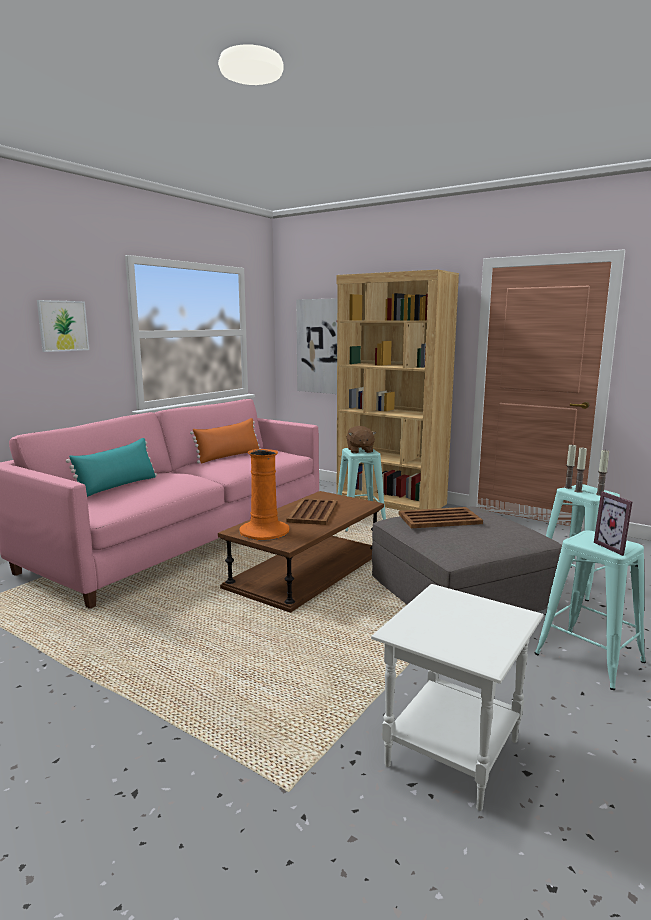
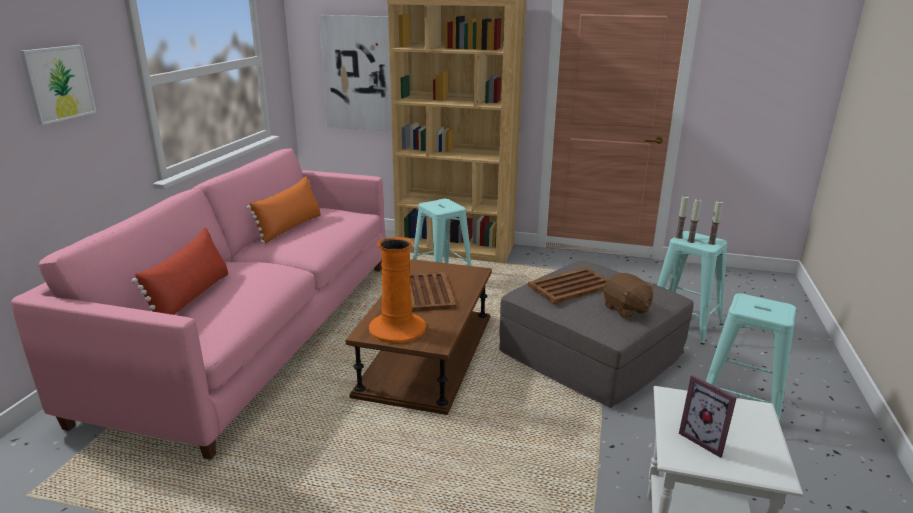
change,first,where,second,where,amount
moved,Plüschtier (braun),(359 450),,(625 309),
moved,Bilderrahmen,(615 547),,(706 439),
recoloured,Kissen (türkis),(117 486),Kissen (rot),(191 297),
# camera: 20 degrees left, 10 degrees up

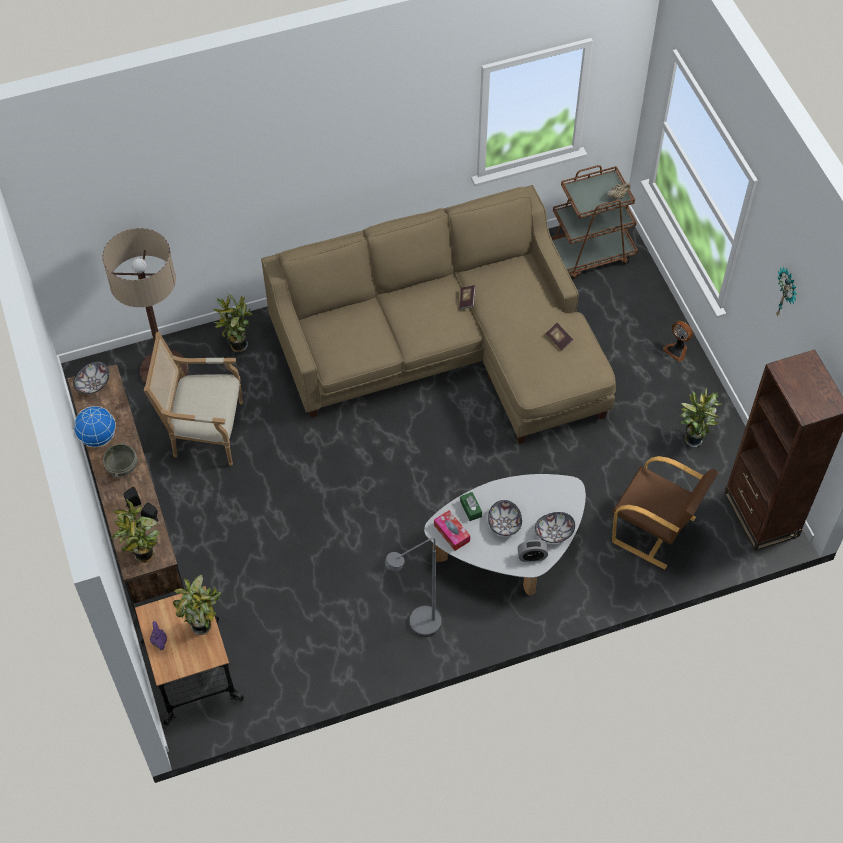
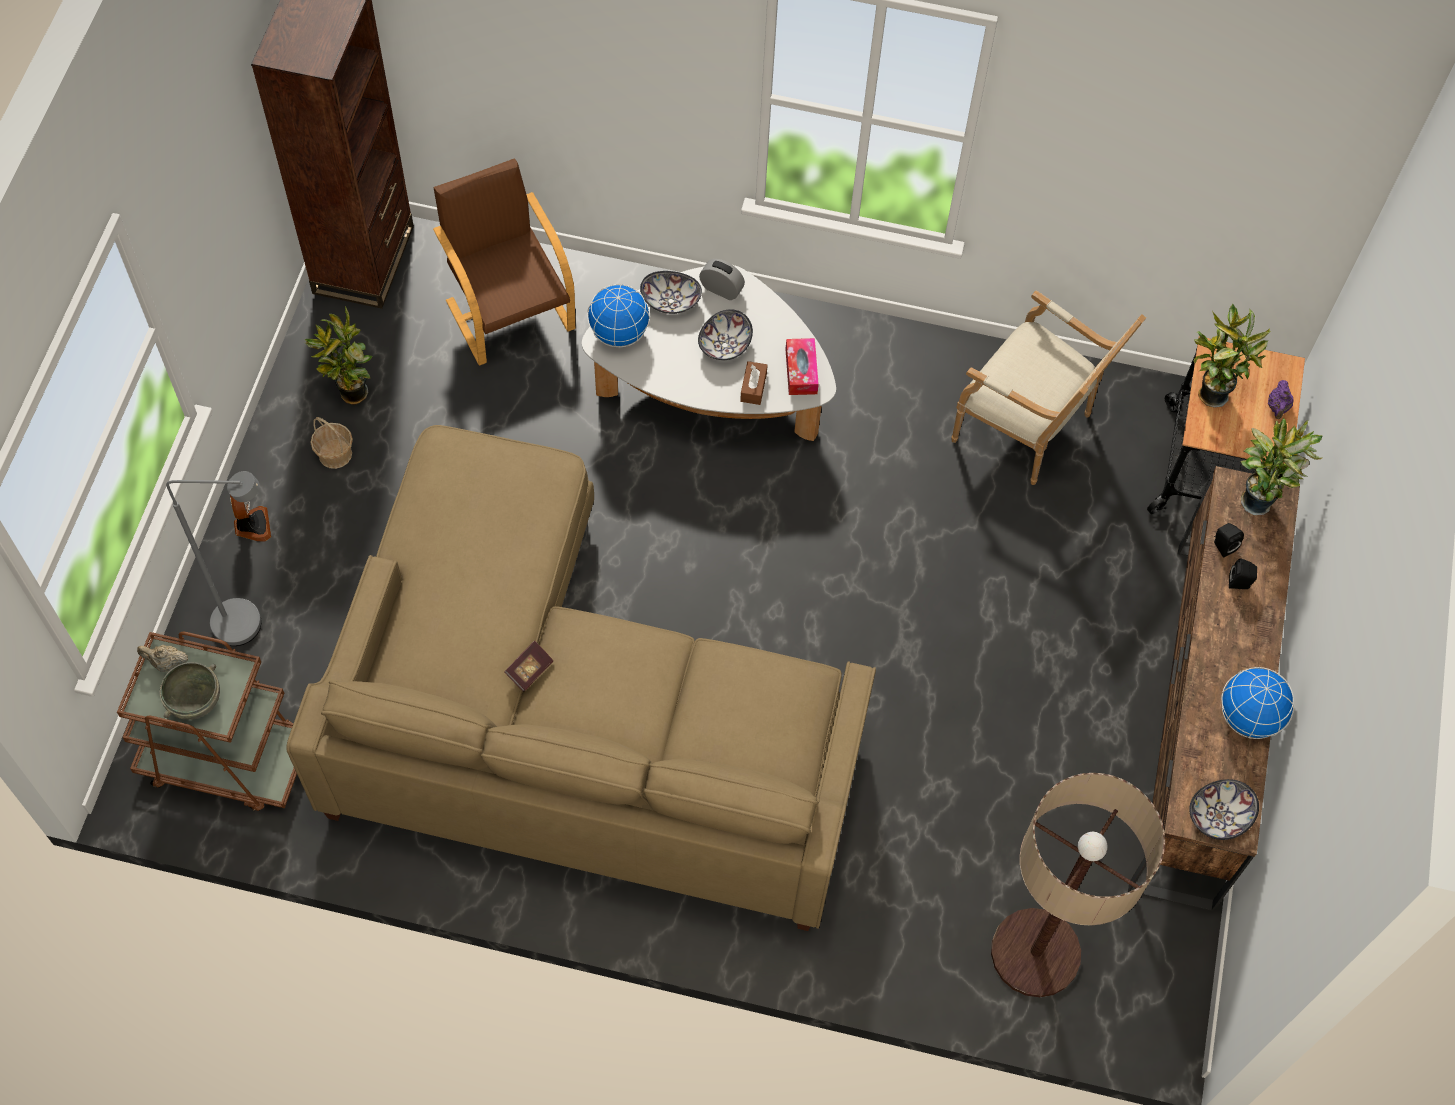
change,first,where,second,where,amount
removed,Topfpflanze,(237 345),,,
removed,Buch,(559 340),,,
removed,Wanduhr,(786 294),,,
added,,,Korb,(335 454),
added,,,Globus,(619 333),
moved,Schüssel (grau),(122 467),,(194 699),
moved,Sessel,(204 432),,(1029 429),
moved,Stehlampe (grau),(418 627),,(251 622),
recoloured,Taschentuchbox (grün),(471 509),Taschentuchbox (braun),(753 387),
# camera: 150 degrees left, 5 degrees up

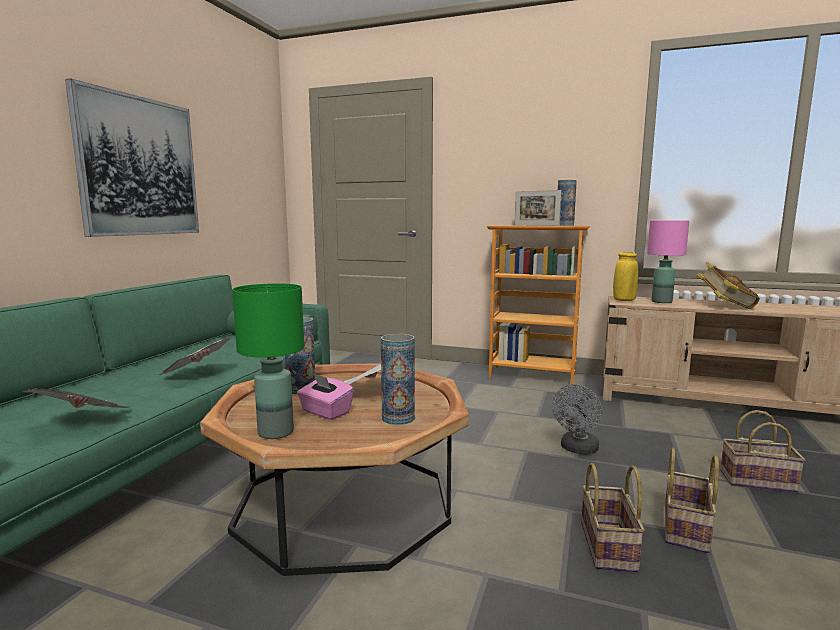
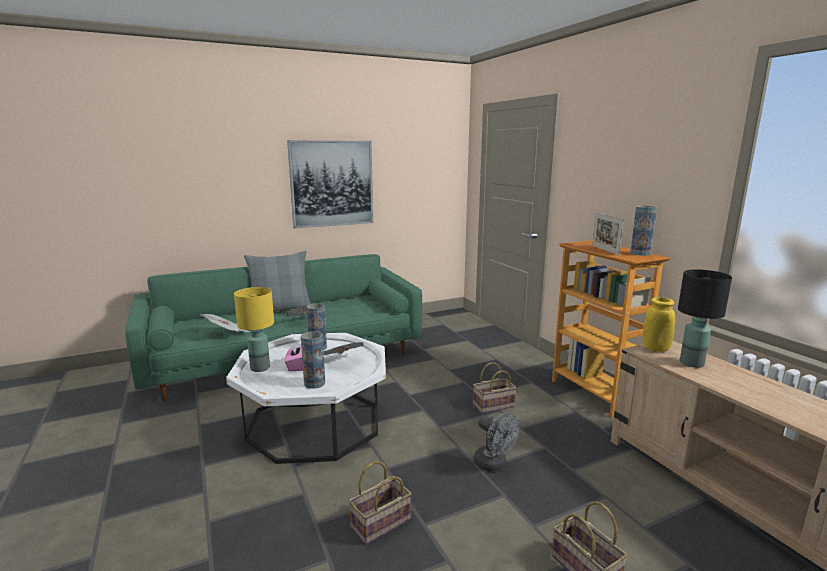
change,first,where,second,where,amount
removed,Buch,(724 306),,,
added,,,Kissen (grau),(281 309),
moved,Korb,(687 530),,(493 406),
recoloured,Couchtisch (braun),(344 503),Couchtisch (weiß),(315 423),
recoloured,Tischlampe (grün),(275 432),Tischlampe (gelb),(260 368),
recoloured,Tischlampe (rosa),(661 302),Tischlampe (schwarz),(691 363),
turned,Ventilator (grau),(577 449),,(494 465),120 degrees counterclockwise
# camera: 45 degrees right, 5 degrees up

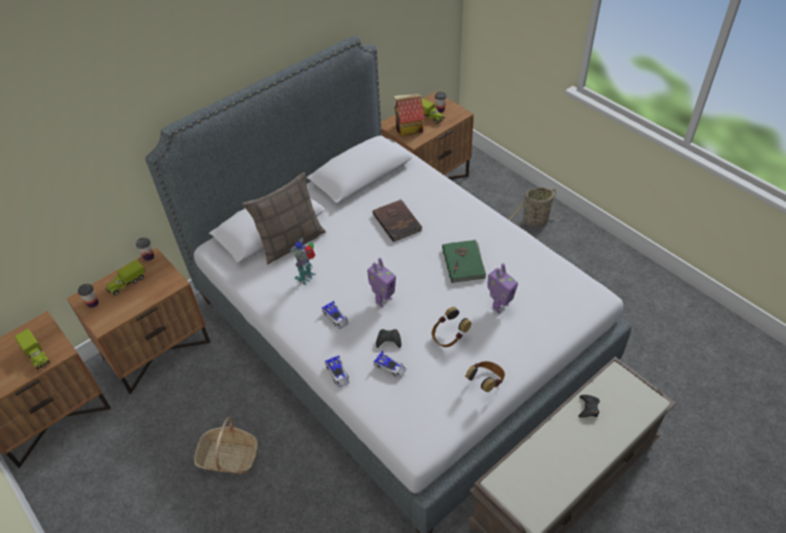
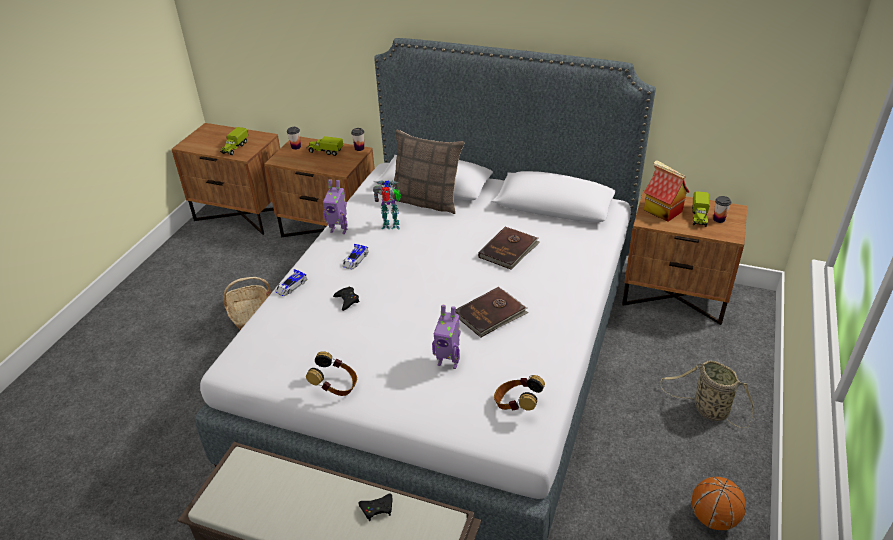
change,first,where,second,where,amount
removed,Spielzeugauto,(390 367),,,
added,,,Basketball,(713 518),
moved,Spielzeugroboter,(383 300),,(339 230),
moved,Kopfhörer,(449 336),,(516 405),
recoloured,Buch (grün),(464 262),Buch (braun),(491 314),
# camera: 60 degrees right, 10 degrees down

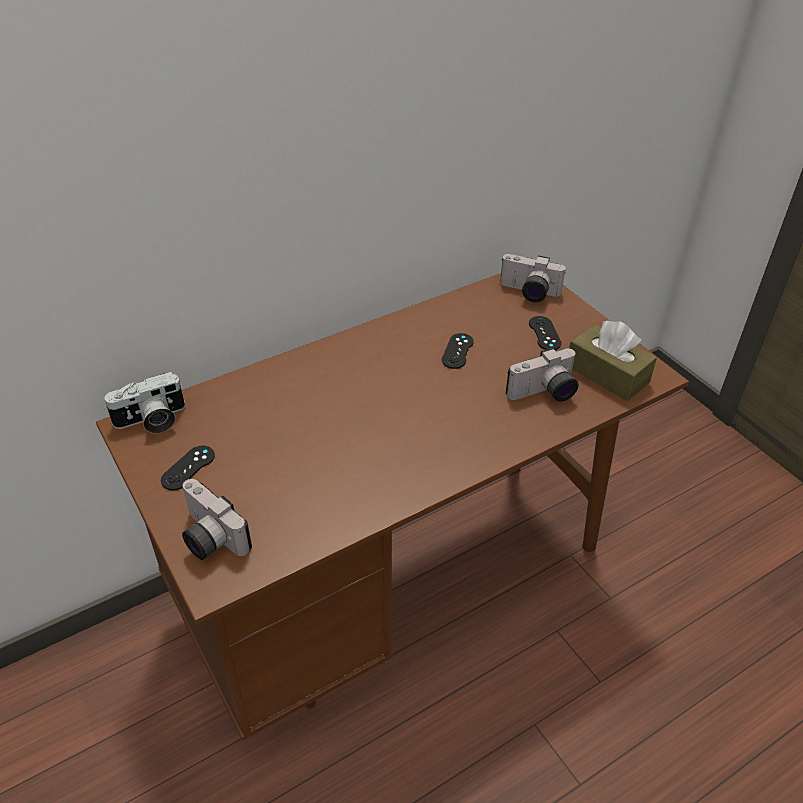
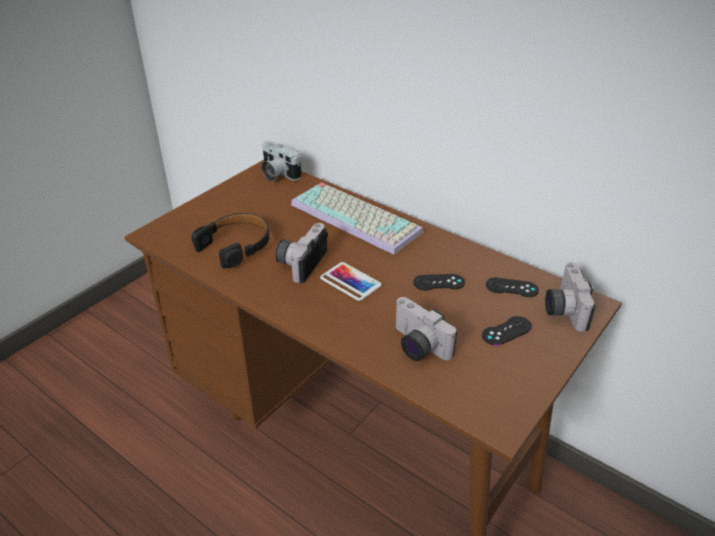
change,first,where,second,where,amount
removed,Taschentuchbox (braun),(607 374),,,
added,,,Kopfhörer (schwarz),(236 245),
added,,,Tastatur,(358 217),
added,,,Handy,(350 281),
moved,Gamepad (schwarz),(188 468),,(512 287),
moved,Kamera,(208 538),,(301 262),
# camera: 70 degrees right, 5 degrees down

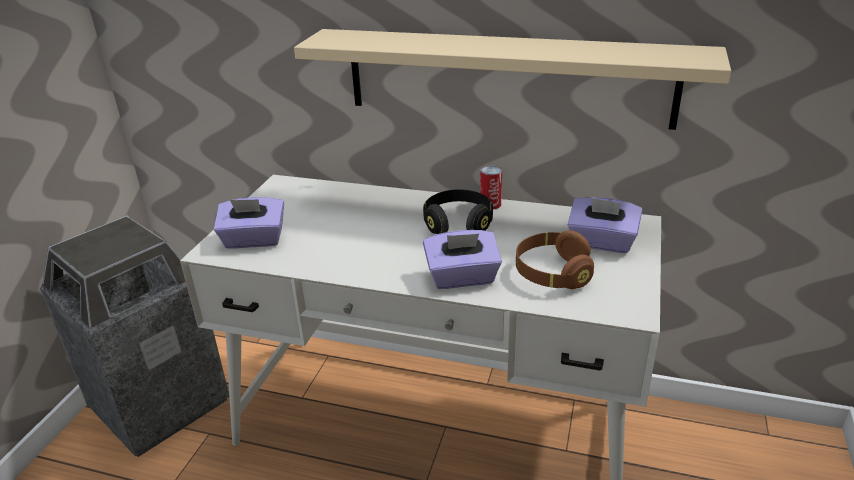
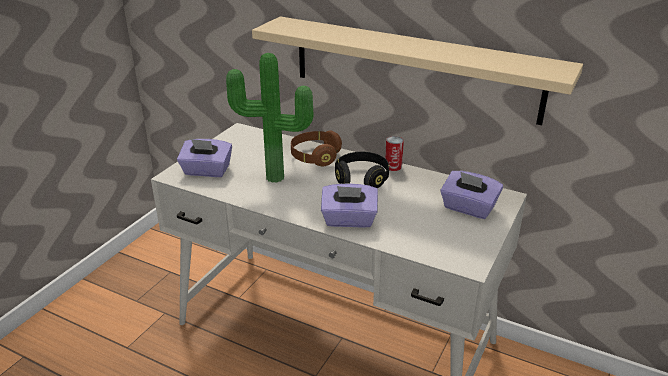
change,first,where,second,where,amount
removed,Mülleimer,(158 403),,,
added,,,Topfpflanze,(275 179),
moved,Kopfhörer (braun),(552 273),,(315 157),
# camera: 10 degrees right, 0 degrees up

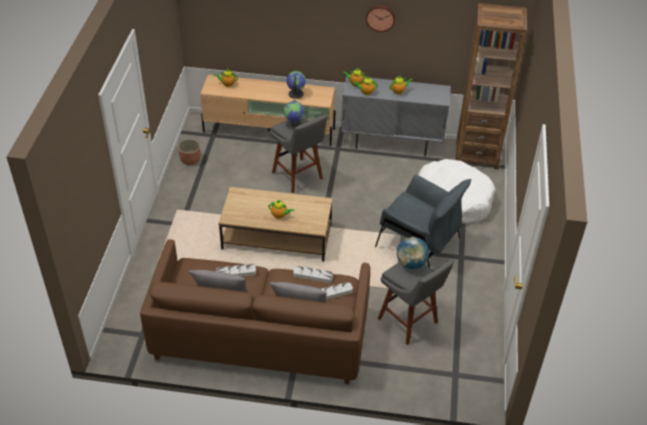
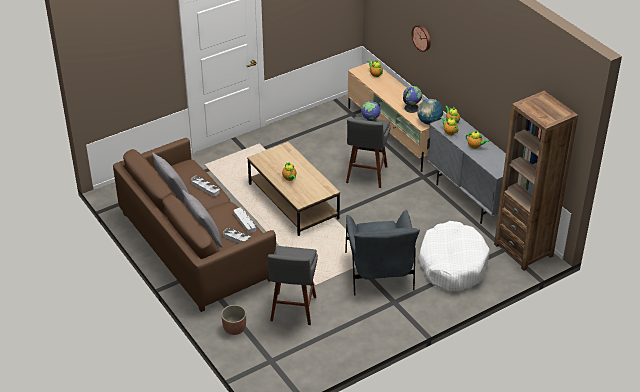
change,first,where,second,where,amount
moved,Pflanzkübel,(190 160),,(234 328),
moved,Wanduhr,(380 17),,(422 37),
moved,Globus,(411 263),,(429 122),
# camera: 50 degrees right, 5 degrees down

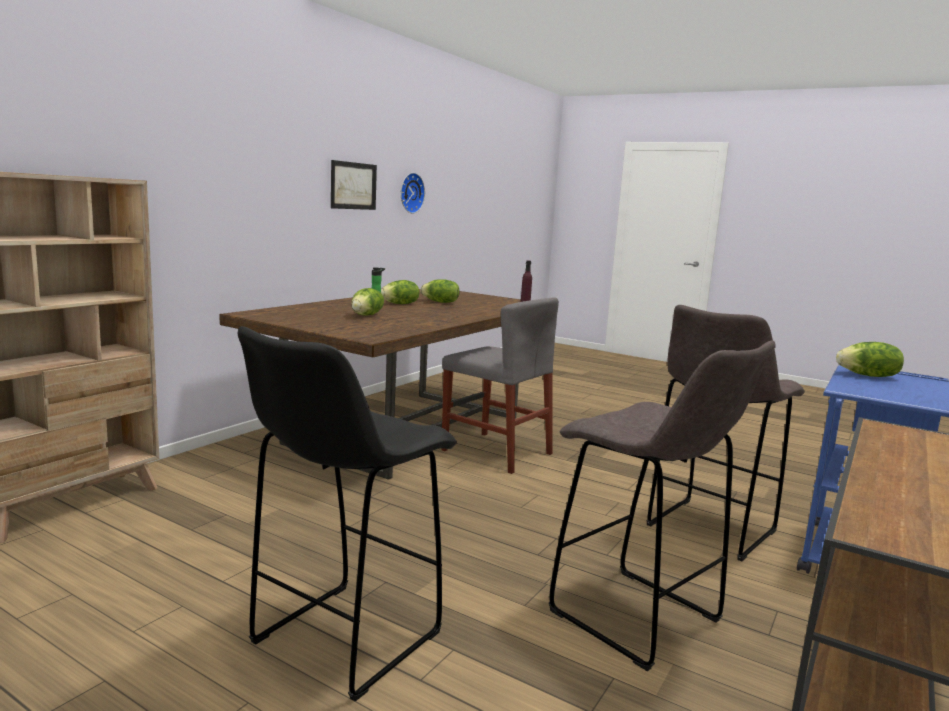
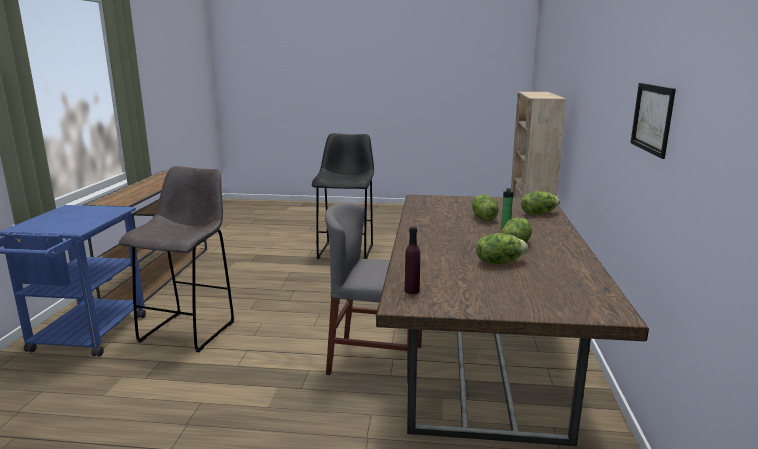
change,first,where,second,where,amount
removed,Wanduhr,(410 193),,,
removed,Hocker (grau),(639 619),,,
moved,Salatkopf,(868 376),,(538 213),
# camera: 155 degrees right, 5 degrees up

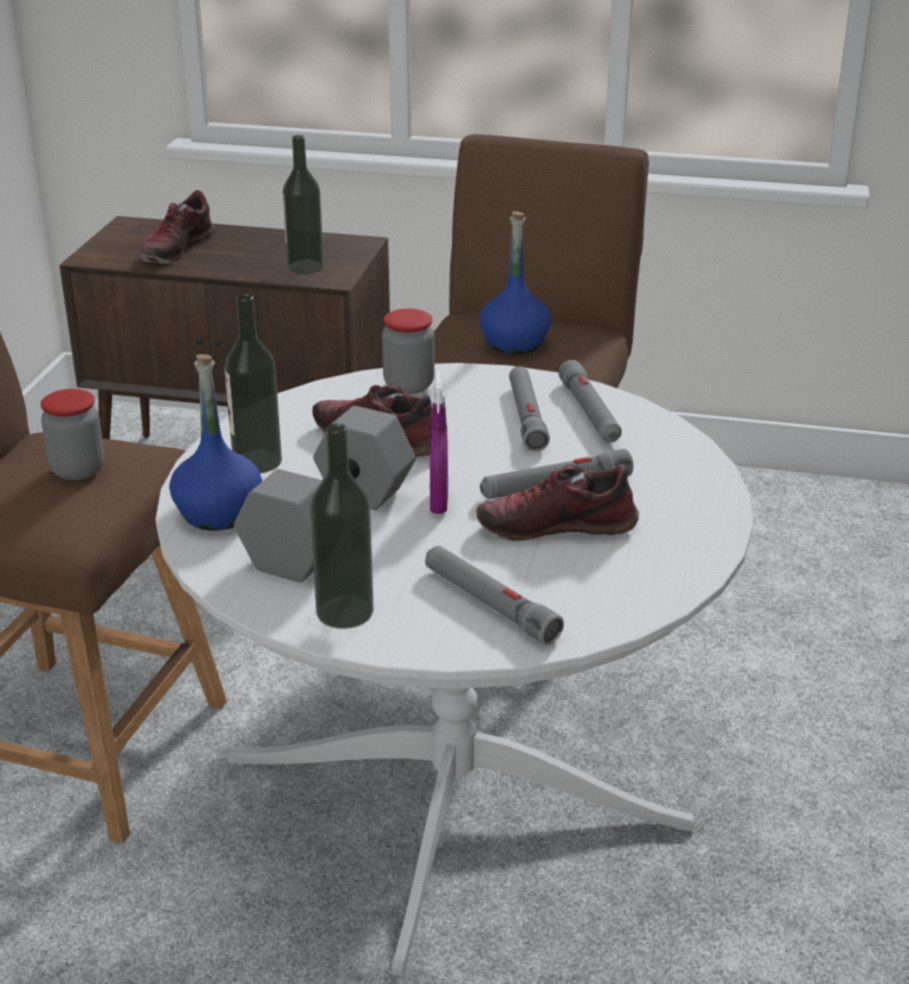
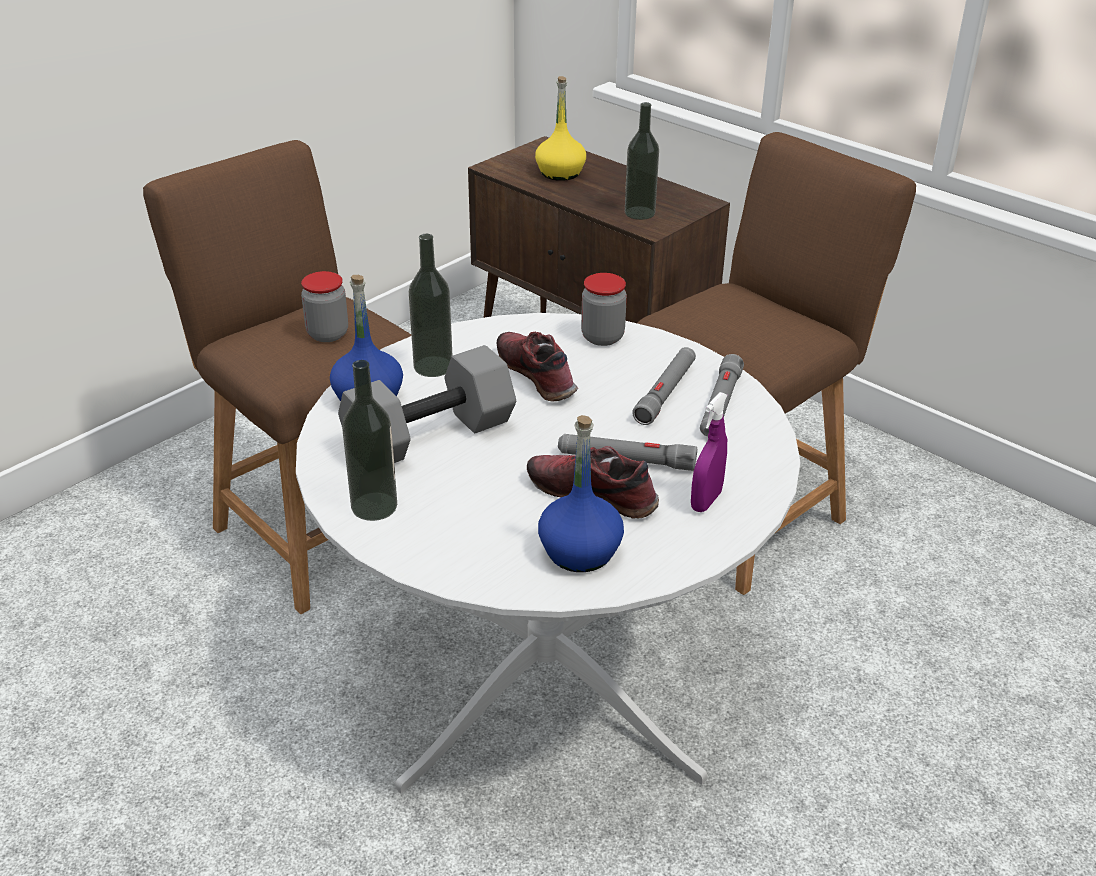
change,first,where,second,where,amount
removed,Taschenlampe (grau),(489 604),,,
moved,Sprühflasche (lila),(439 503),,(706 501),
moved,Flasche (blau),(515 343),,(580 552),
replaced,Schuh,(176 248),Flasche (gelb),(560 173),
# camera: 30 degrees right, 5 degrees up

